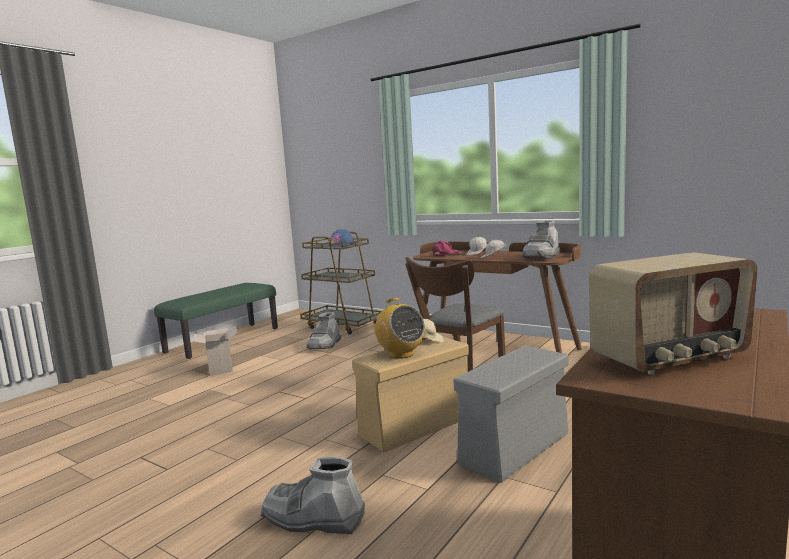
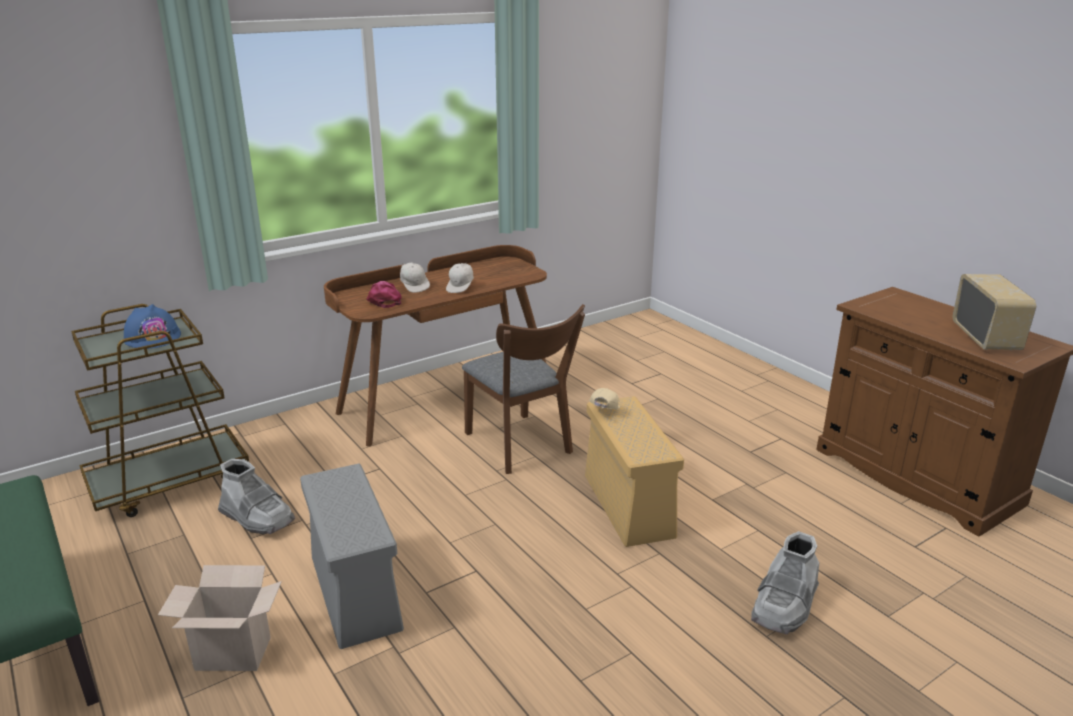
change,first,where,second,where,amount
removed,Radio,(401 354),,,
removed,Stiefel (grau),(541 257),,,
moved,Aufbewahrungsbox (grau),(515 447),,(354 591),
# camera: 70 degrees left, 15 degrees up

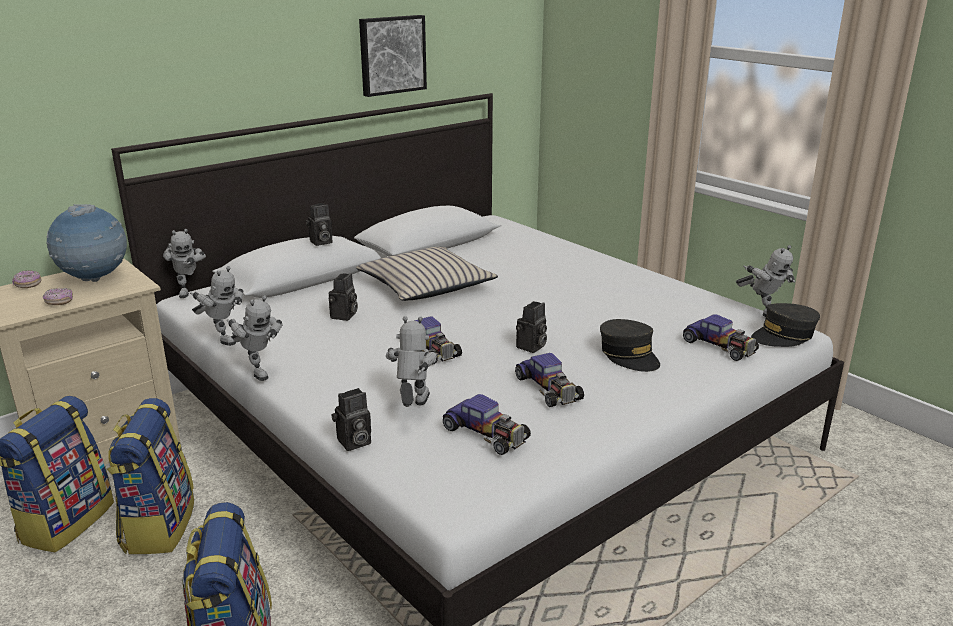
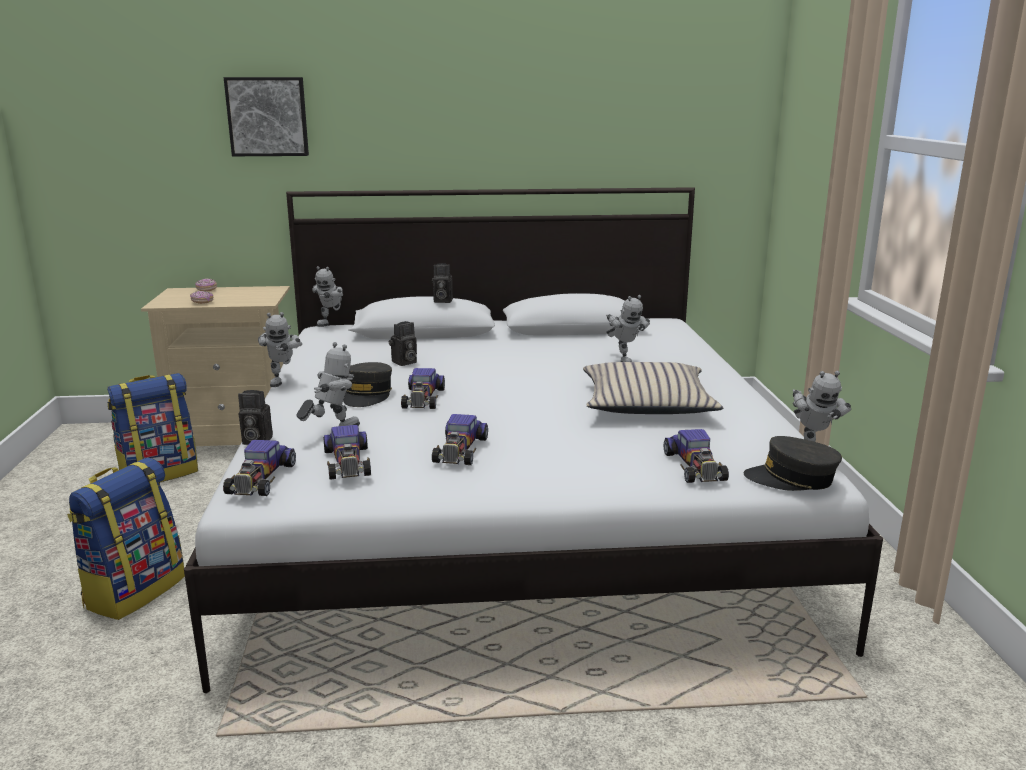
change,first,where,second,where,amount
removed,Globus,(95 280),,,
removed,Rucksack,(158 526),,,
removed,Kamera,(531 347),,,
added,,,Spielzeugauto,(260 478),
moved,Spielzeugroboter,(222 338),,(624 361),
moved,Kissen (beige),(425 286),,(646 404),
moved,Bild,(391 55),,(267 116),
moved,Kappe (grau),(629 355),,(367 395),
# camera: 35 degrees right, 5 degrees down

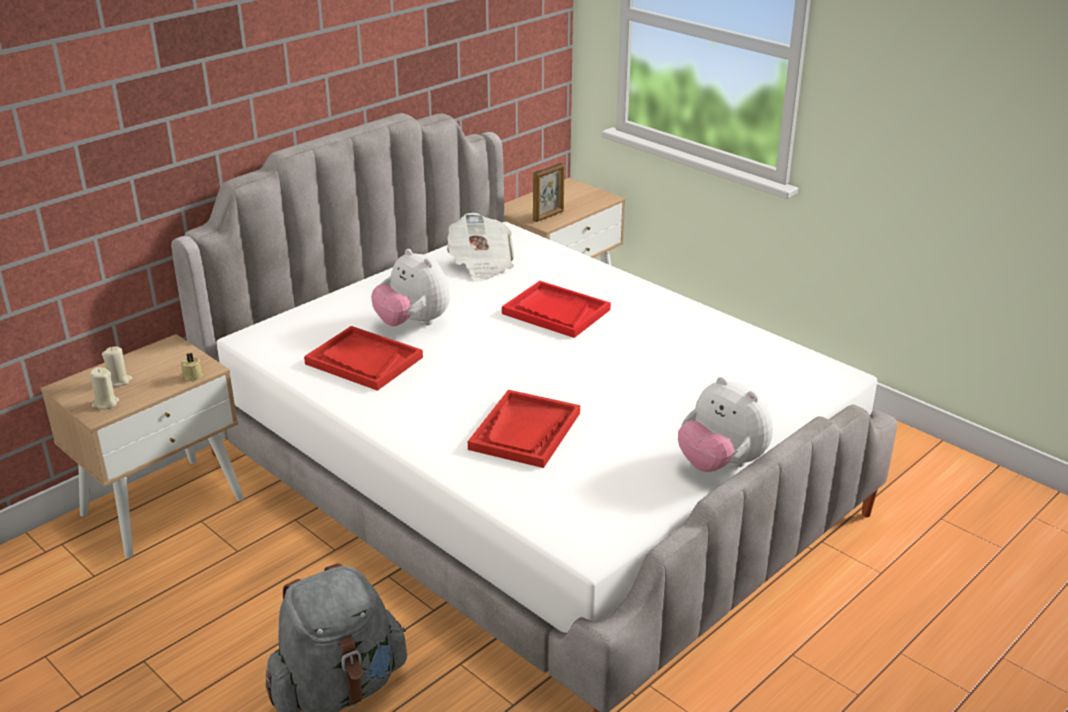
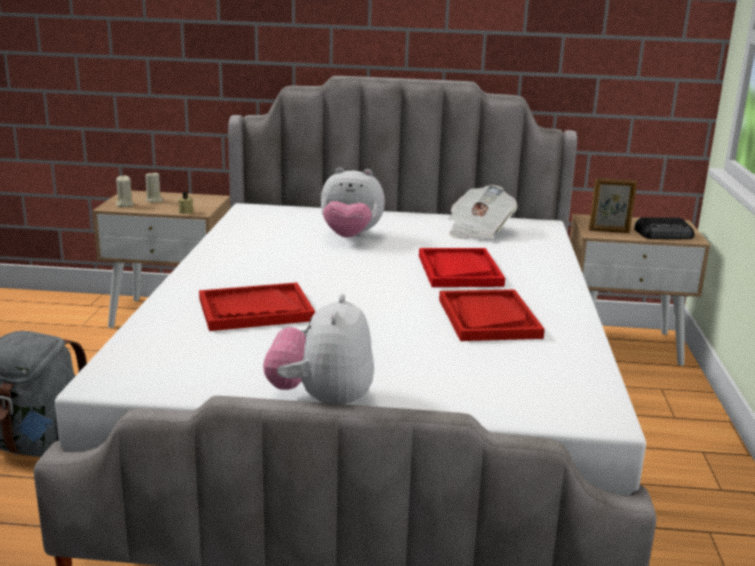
change,first,where,second,where,amount
added,,,Radio,(665 234),
moved,Tablett (rot),(363 361),,(488 318),
turned,Plüschtier,(413 323),,(350 237),90 degrees counterclockwise
# camera: 50 degrees right, 10 degrees down

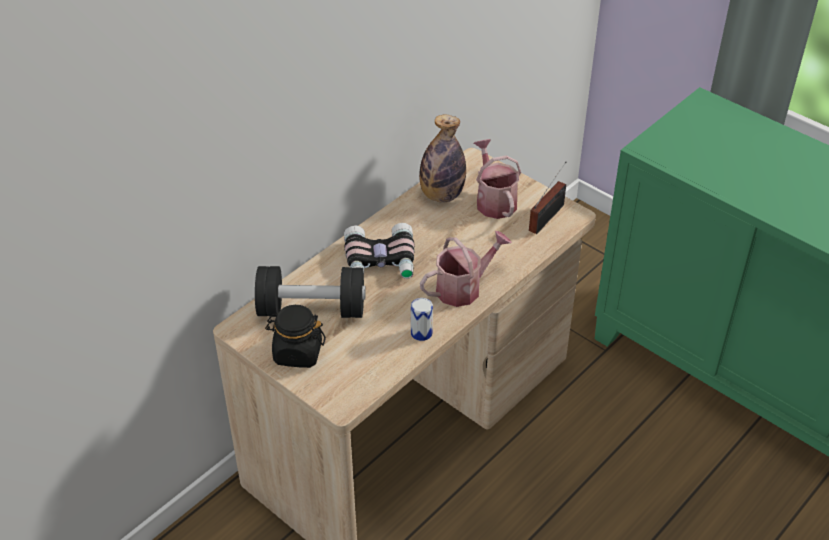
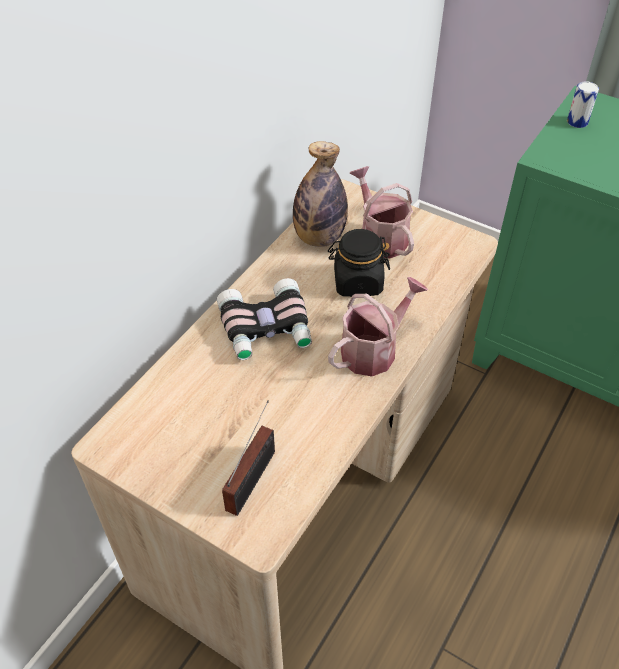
change,first,where,second,where,amount
removed,Hantel (schwarz),(312 309),,,
moved,Vorratsglas (schwarz),(297 353),,(357 282),
moved,Dose,(421 333),,(577 122),
moved,Radio,(548 216),,(254 477),
# camera: 10 degrees left, 5 degrees up

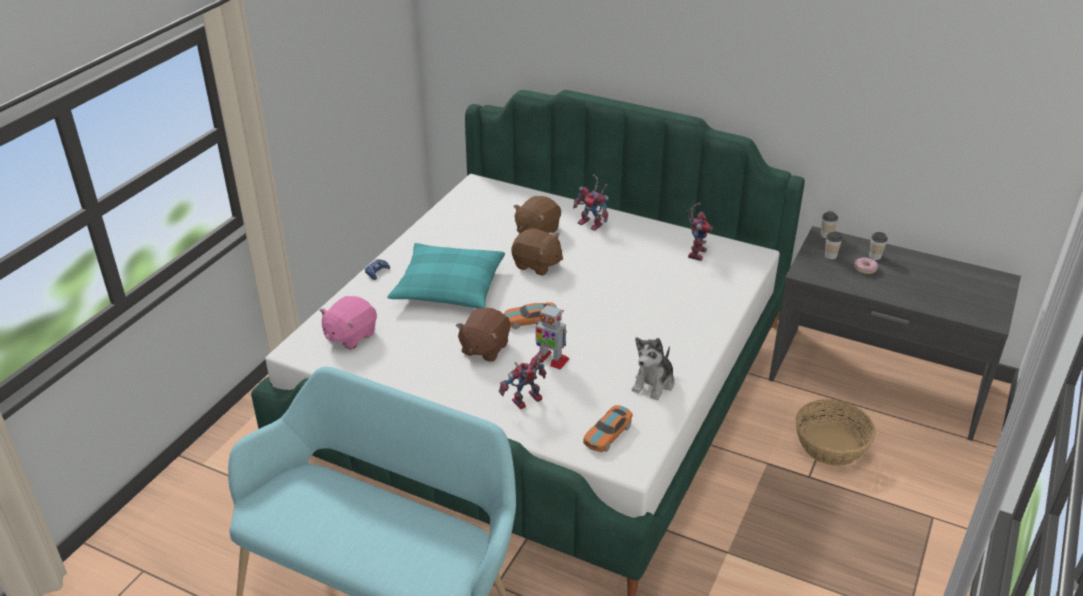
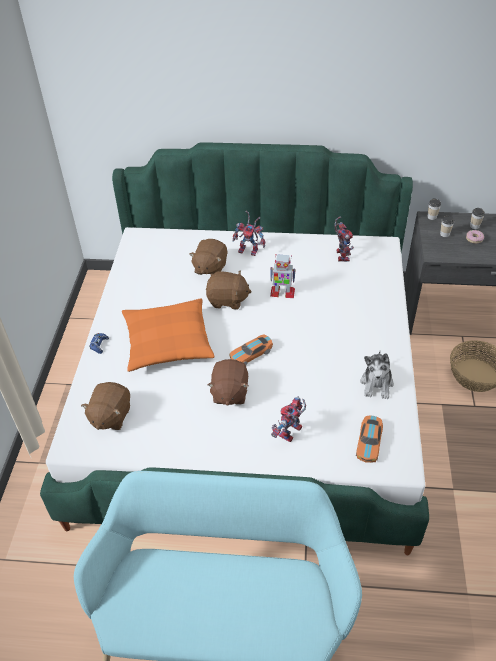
change,first,where,second,where,amount
moved,Spielzeugroboter,(550 359),,(282 292),
recoloured,Plüschtier (rosa),(350 336),Plüschtier (braun),(110 416),
recoloured,Kissen (türkis),(448 287),Kissen (orange),(168 342),
# camera: 20 degrees left, 10 degrees up

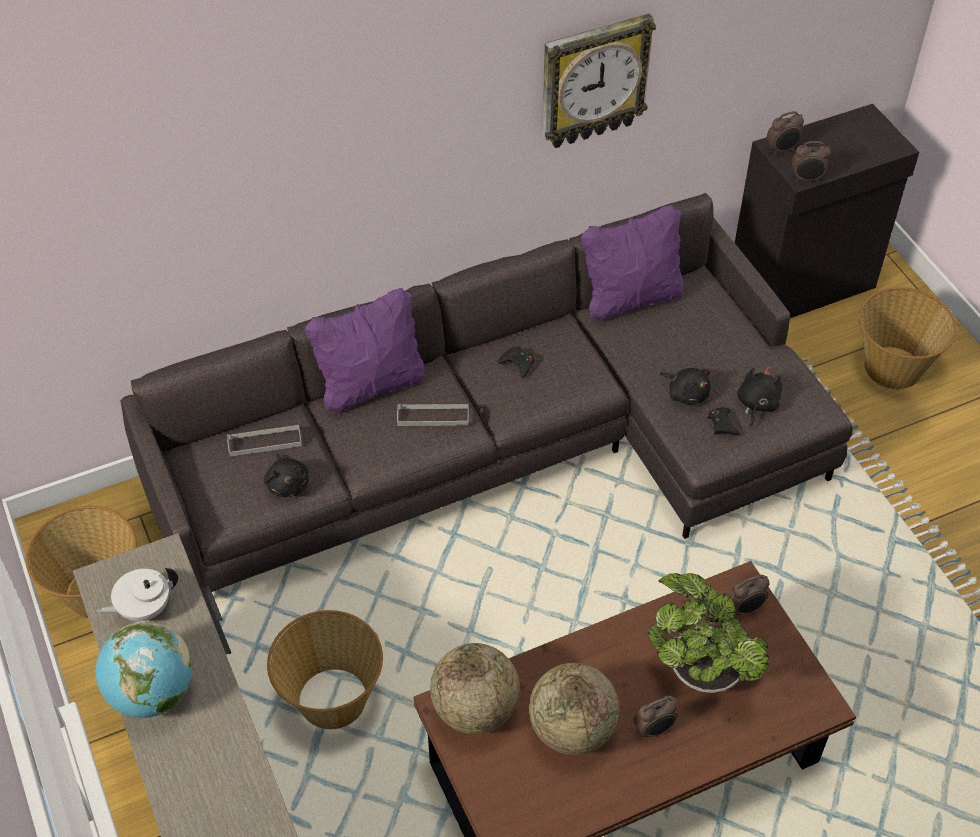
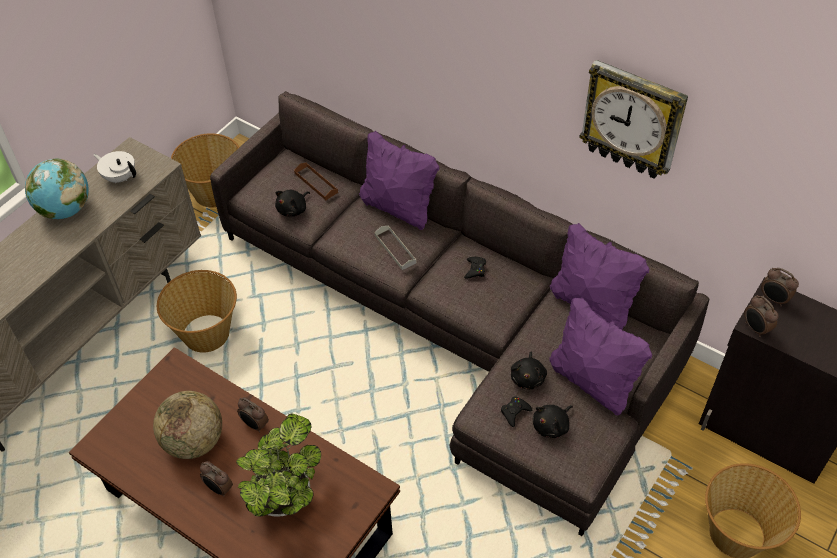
change,first,where,second,where,amount
removed,Globus,(475 709),,,
added,,,Kissen (lila),(592 382),
moved,Wecker,(745 609),,(255 425),
recoloured,Tablett (grau),(264 442),Tablett (braun),(316 183),
turned,Plüschtier (schwarz),(756 404),,(552 426),150 degrees clockwise
# camera: 60 degrees right, 0 degrees up

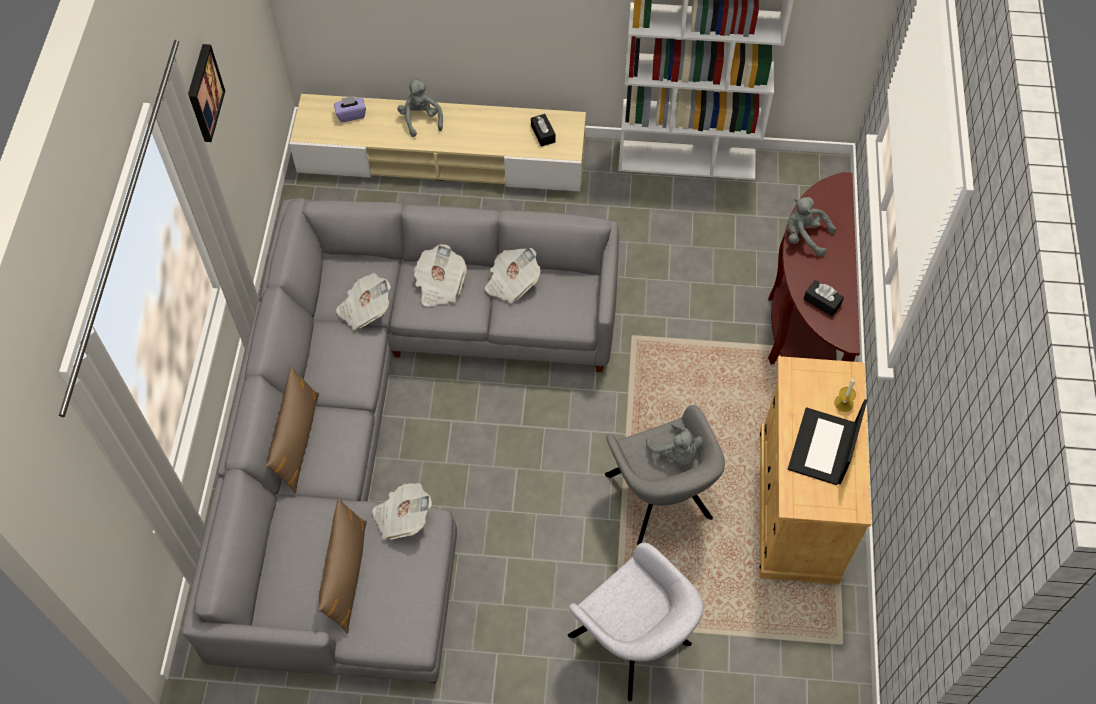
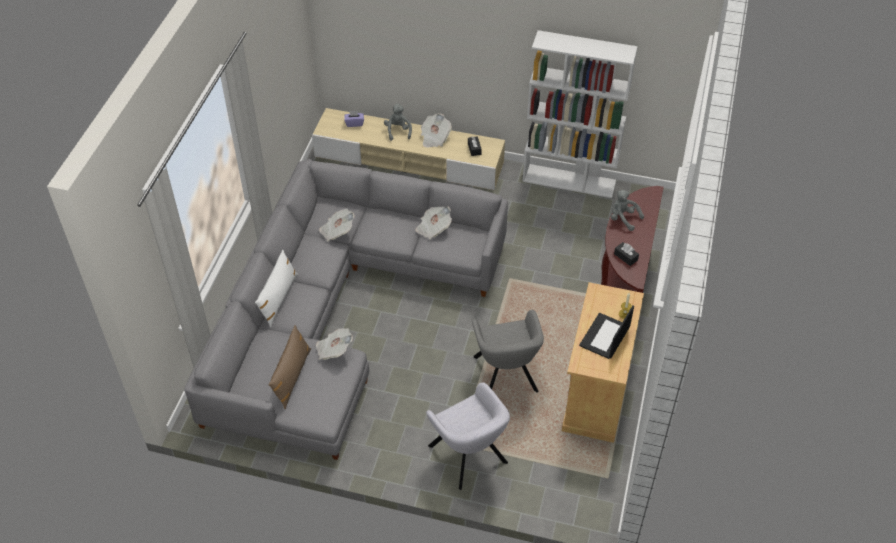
change,first,where,second,where,amount
removed,Bild,(202 93),,,
removed,Plüschtier (grau),(676 453),,,
moved,Zeitung,(439 285),,(434 138),
recoloured,Kissen (braun),(297 441),Kissen (weiß),(278 298),
# camera: 10 degrees right, 10 degrees down

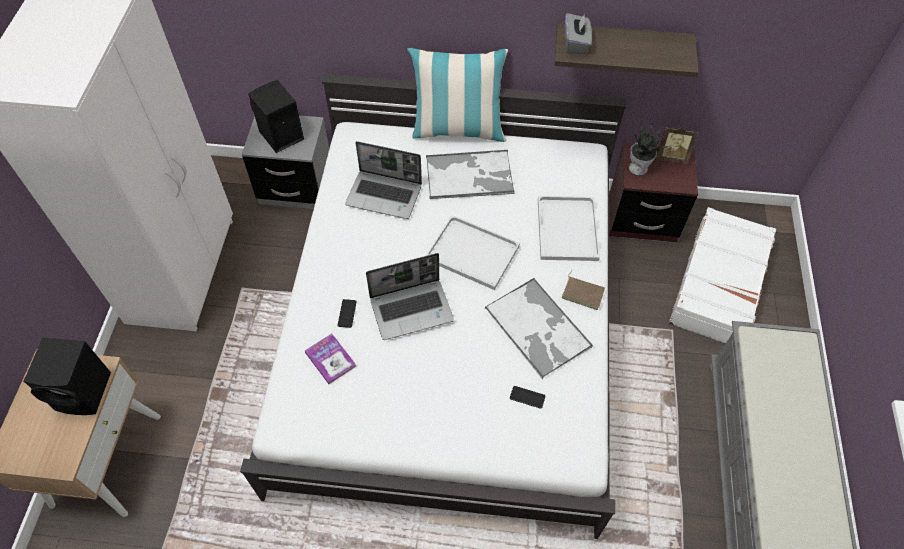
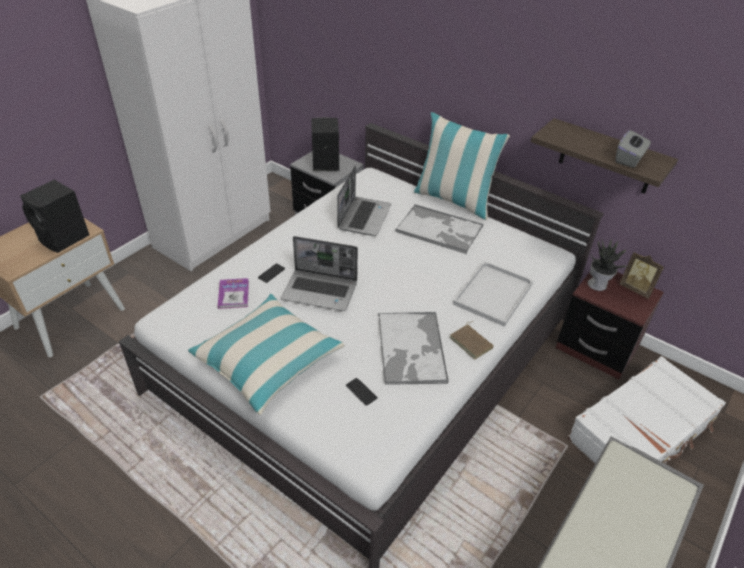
change,first,where,second,where,amount
removed,Tablett (weiß),(470 253),,,
added,,,Kissen,(267 361),
moved,Taschentuchbox (grau),(575 43),,(629 159),
turned,Laptop,(385 195),,(364 217),120 degrees counterclockwise
# camera: 30 degrees right, 15 degrees down

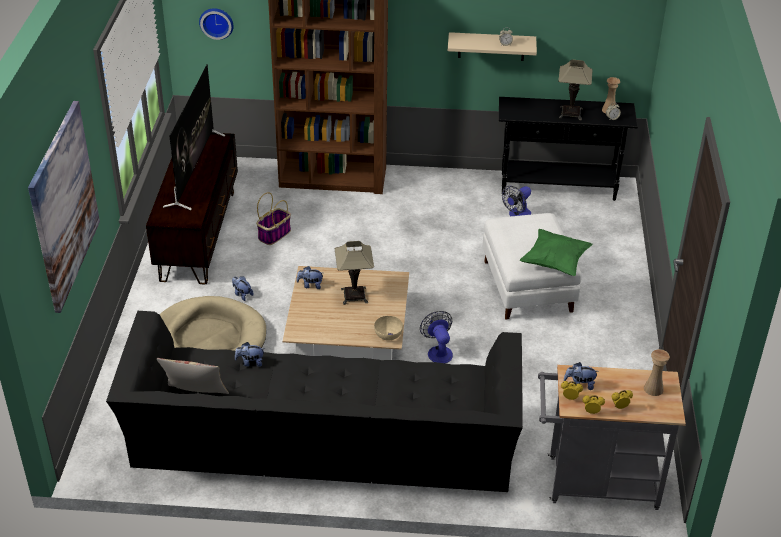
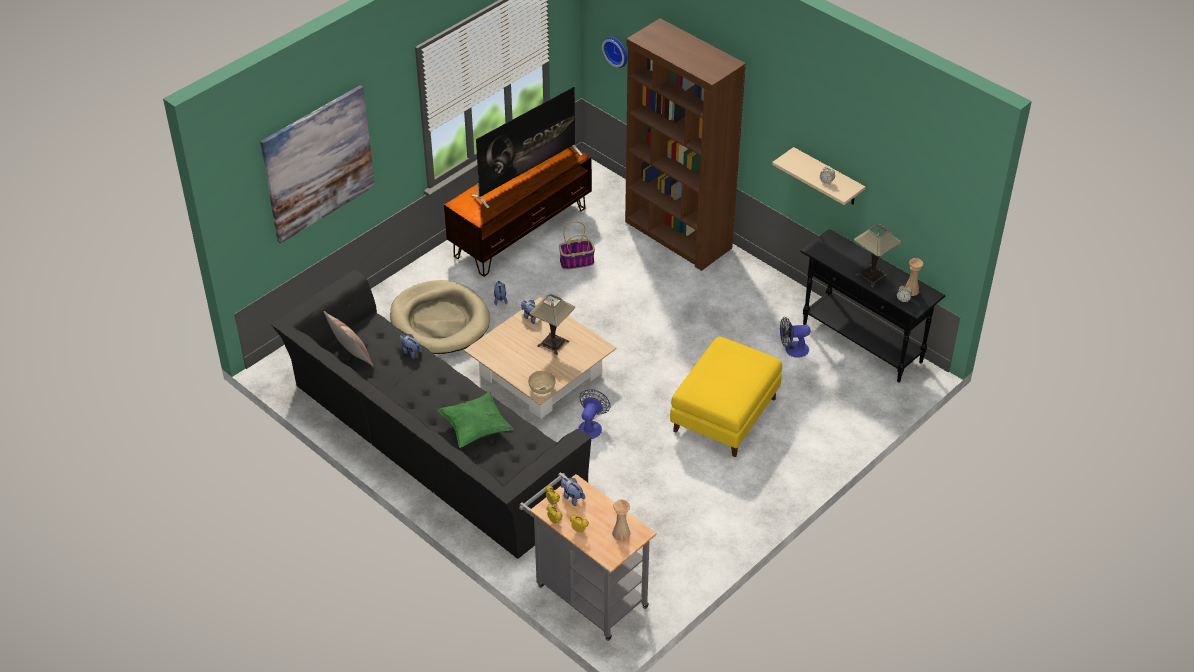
change,first,where,second,where,amount
moved,Kissen (grün),(555 262),,(476 428),
recoloured,Polsterhocker (weiß),(528 287),Polsterhocker (gelb),(724 416),
# camera: 40 degrees right, 5 degrees up

